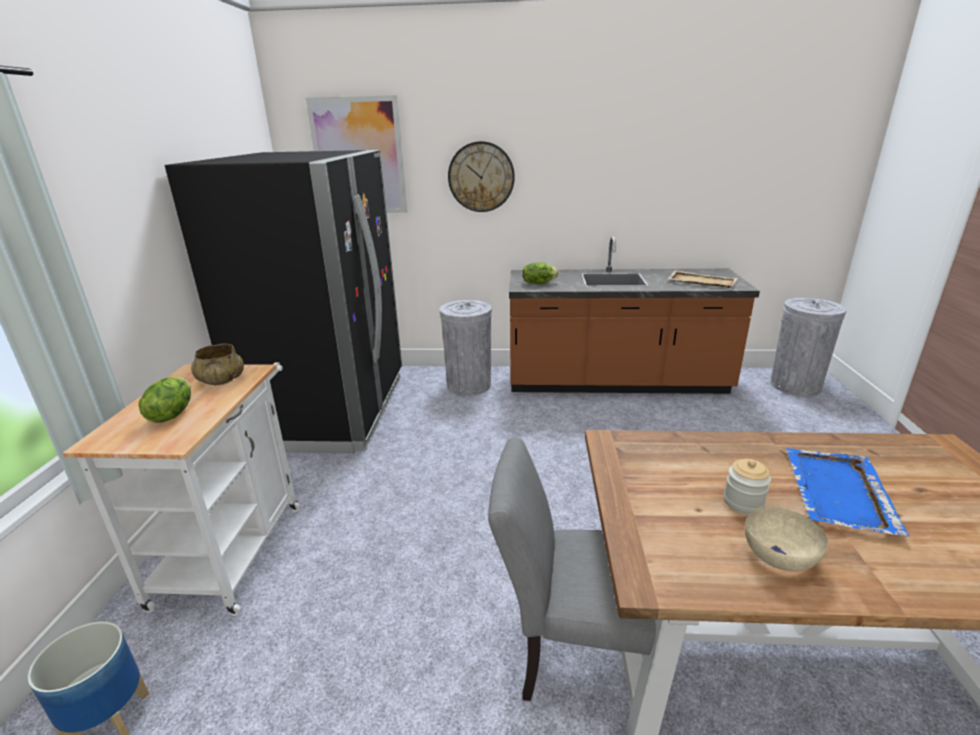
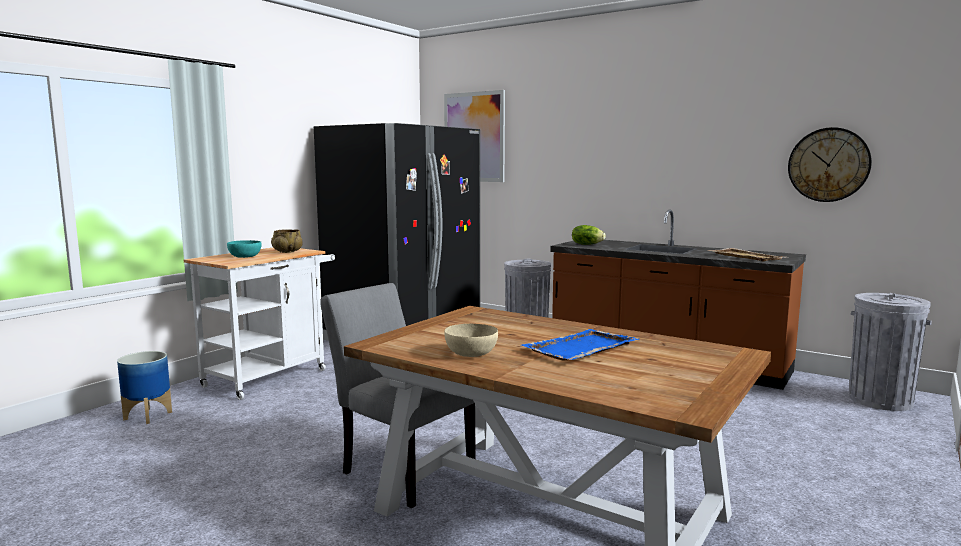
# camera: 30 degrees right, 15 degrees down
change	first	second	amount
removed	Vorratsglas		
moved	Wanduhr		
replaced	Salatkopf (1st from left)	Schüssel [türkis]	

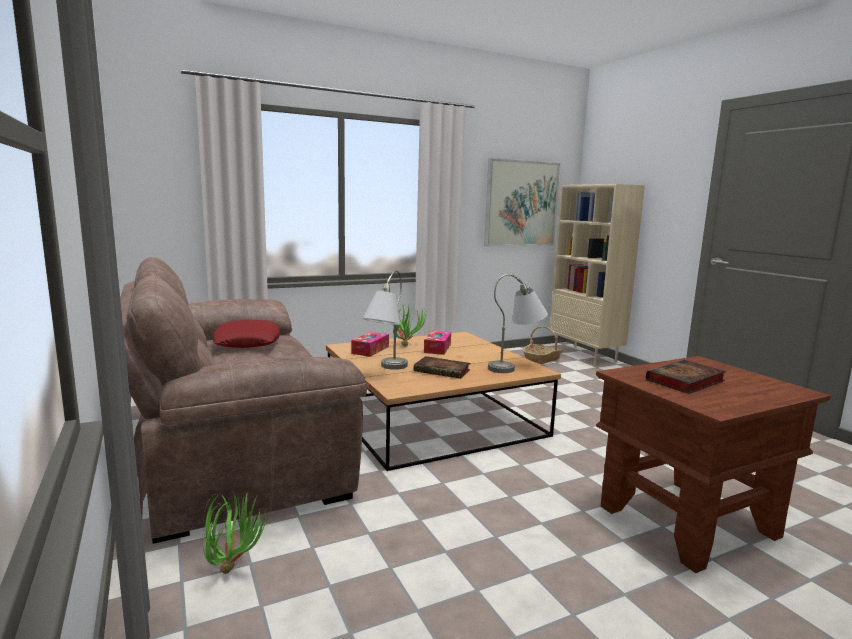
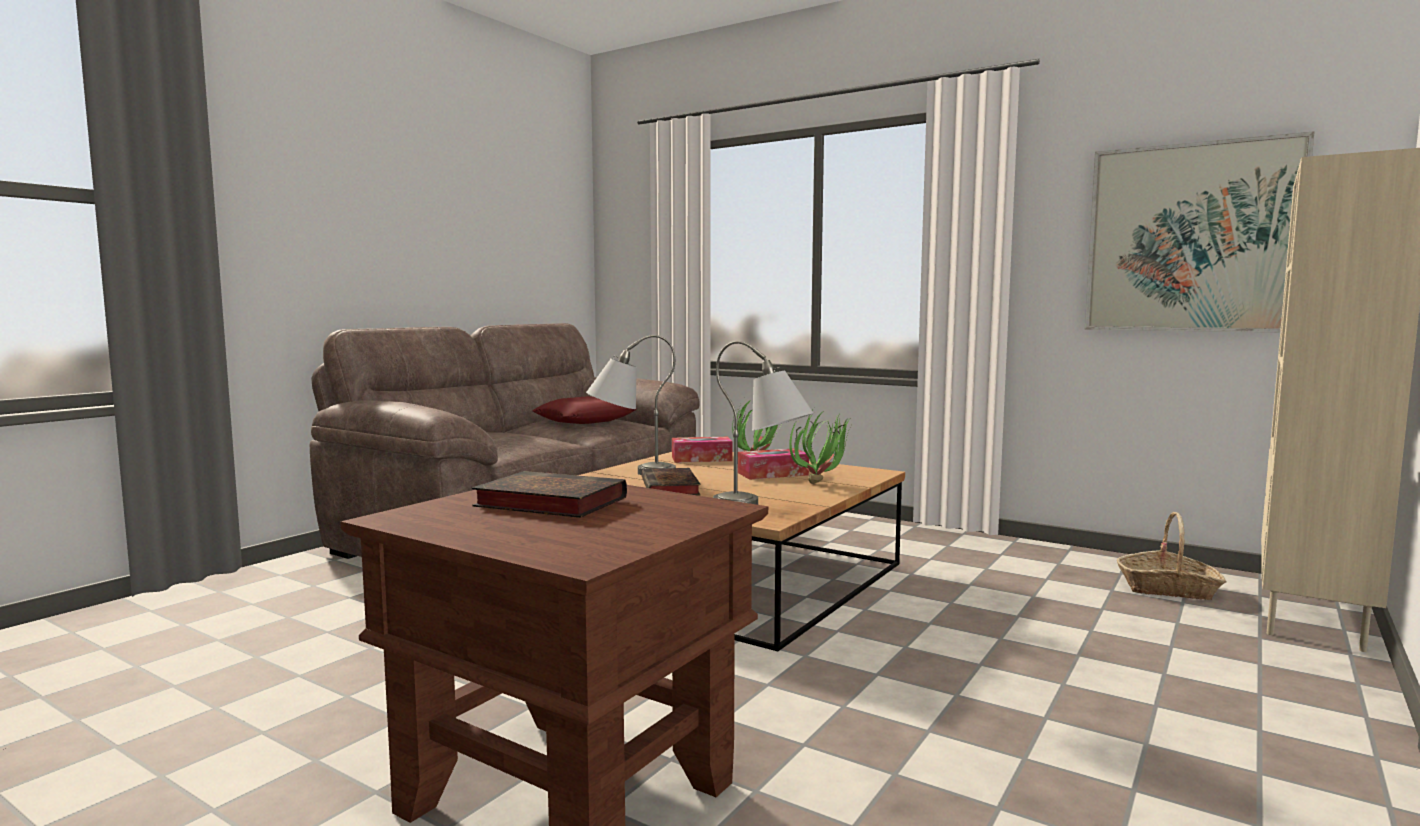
# camera: 60 degrees right, 5 degrees down
change	first	second	amount
moved	Topfpflanze (1st from left in the first image)	Topfpflanze (2nd from left)	

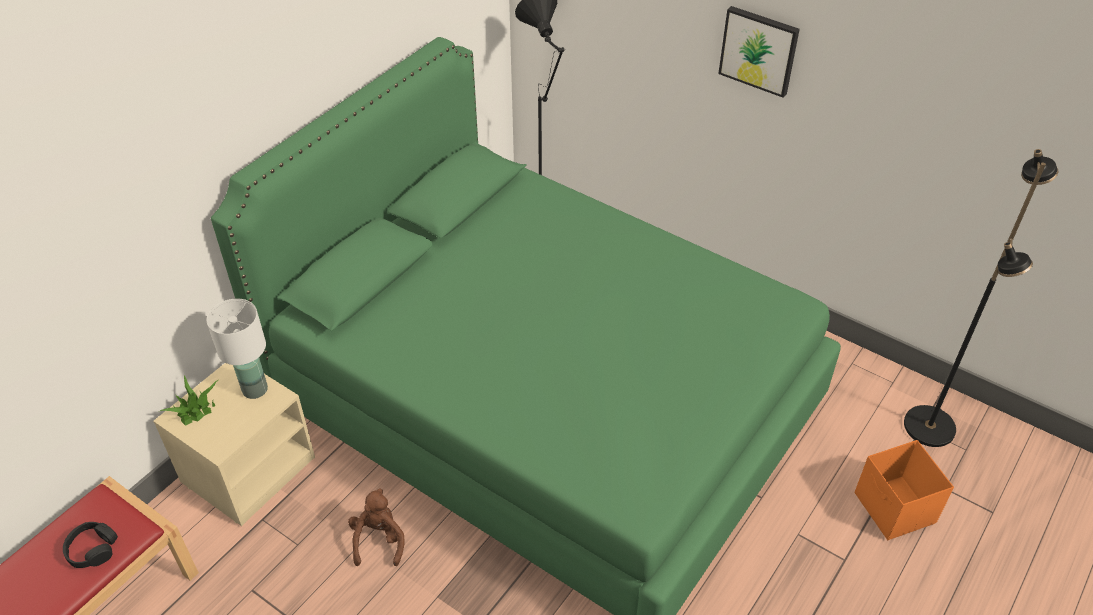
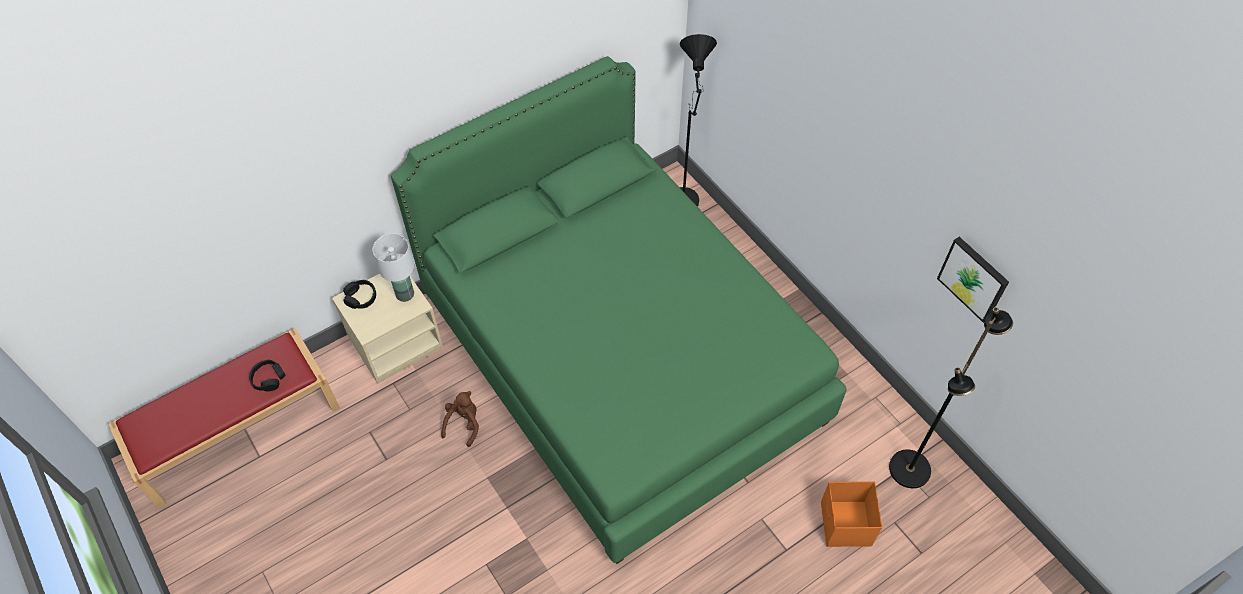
# camera: 20 degrees right, 10 degrees up
change	first	second	amount
moved	Bild		
replaced	Topfpflanze	Kopfhörer [schwarz] (2nd from left)	

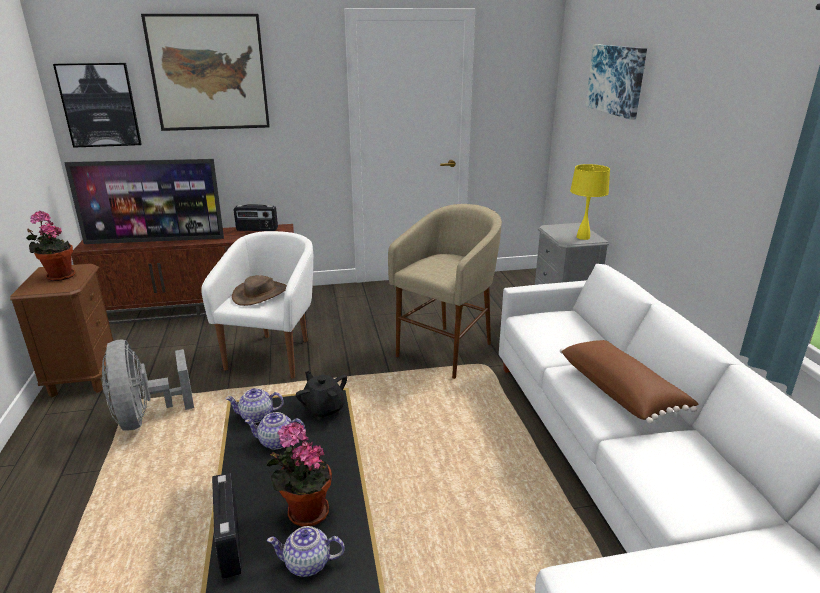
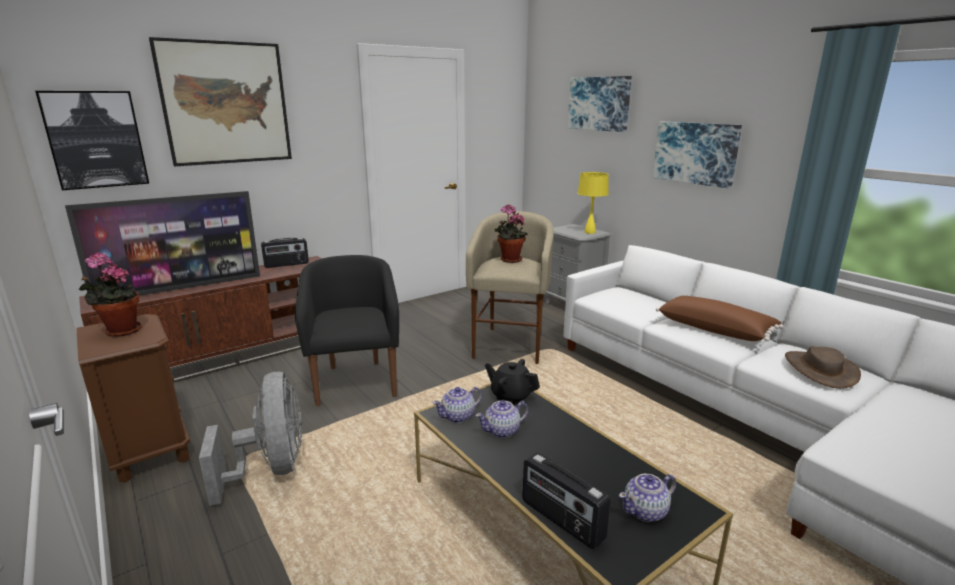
# camera: 25 degrees left, 5 degrees down
change	first	second	amount
added		Bild (4th from left)	
moved	Hut [braun]		
moved	Topfpflanze (2nd from left)		
recoloured	Sessel [weiß]	Sessel [schwarz]	
turned	Ventilator [grau]		150 degrees counterclockwise

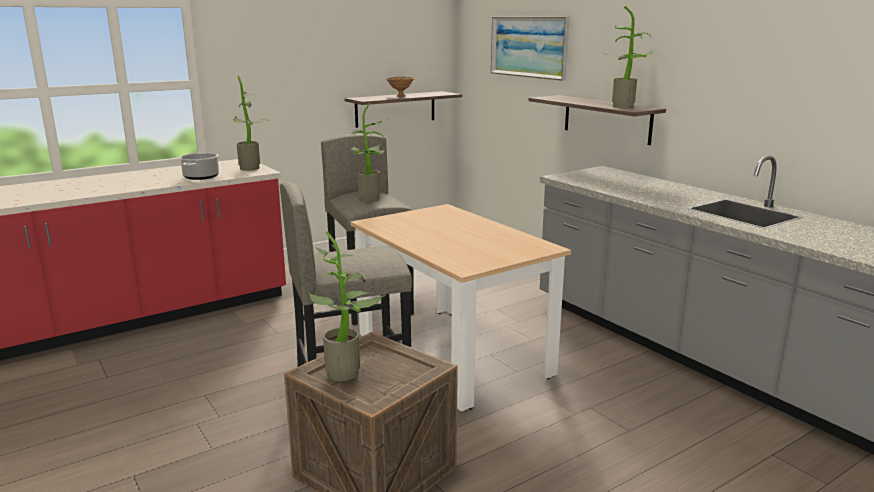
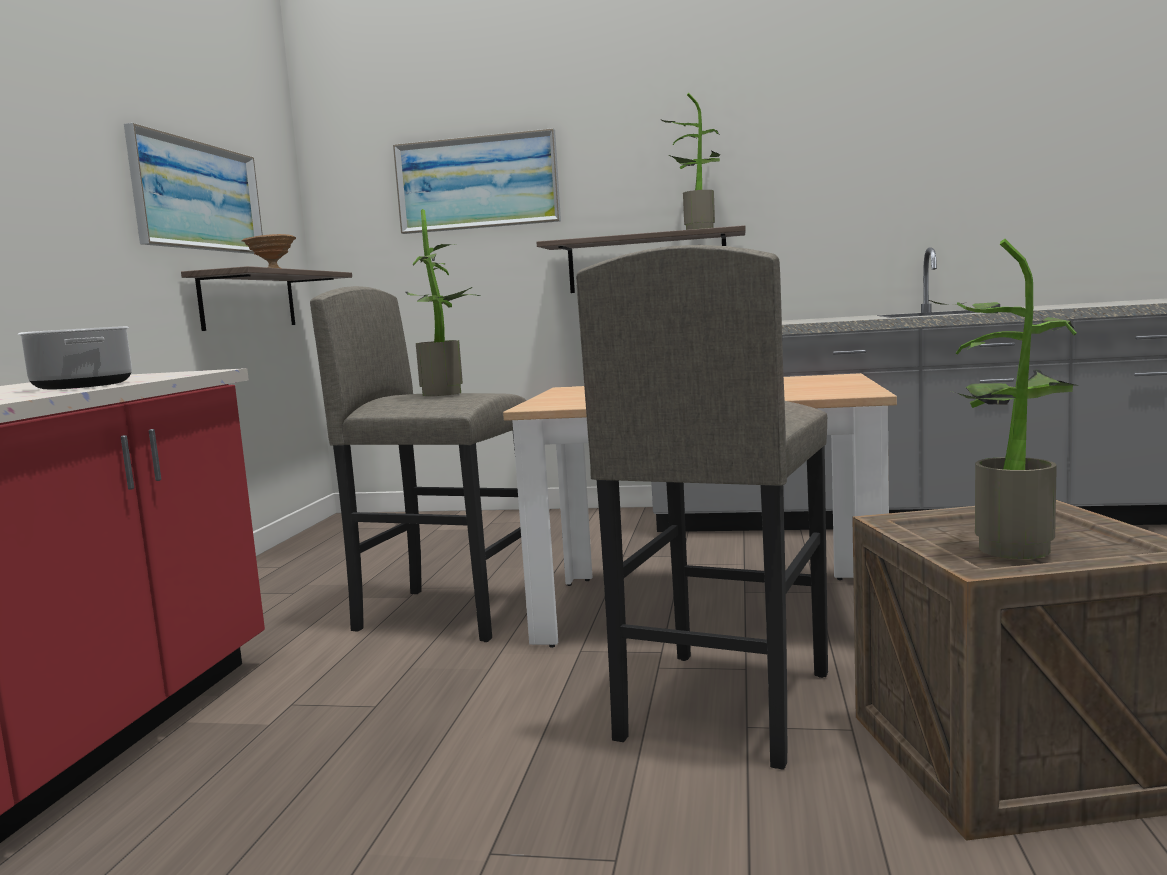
# camera: 45 degrees left, 10 degrees down
change	first	second	amount
removed	Topfpflanze (1st from left)		
added		Bild (1st from left)	

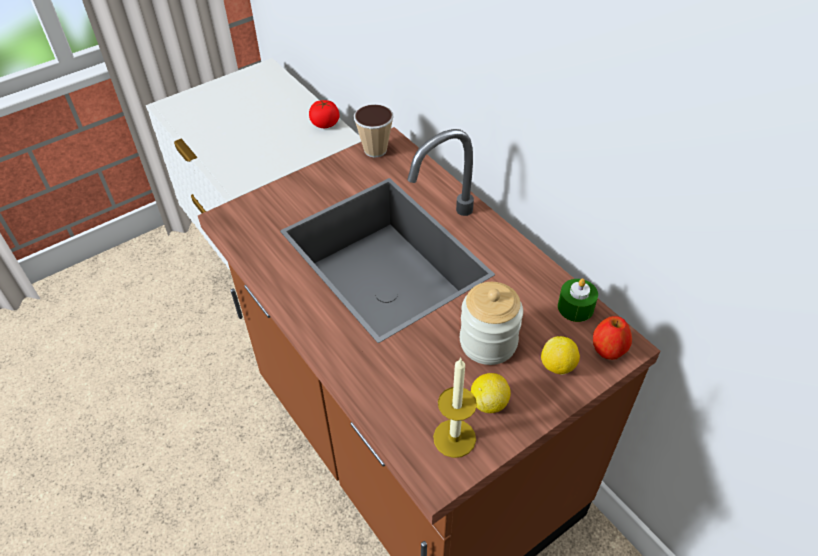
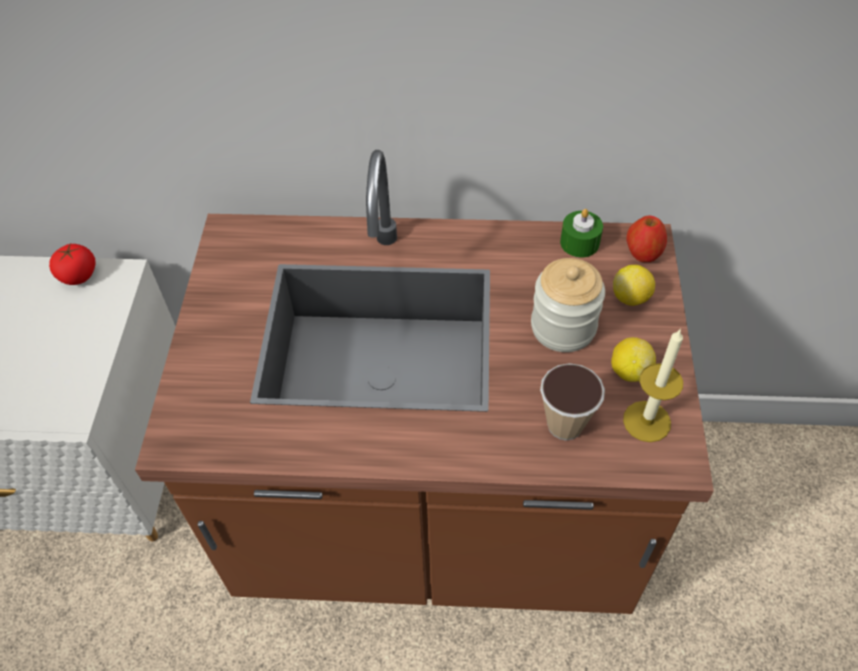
# camera: 50 degrees left, 5 degrees up
change	first	second	amount
moved	Tasse		

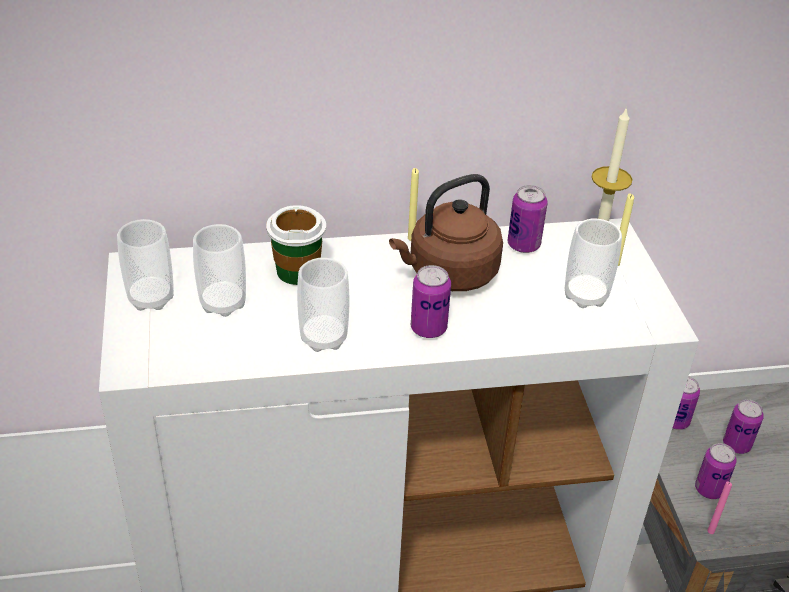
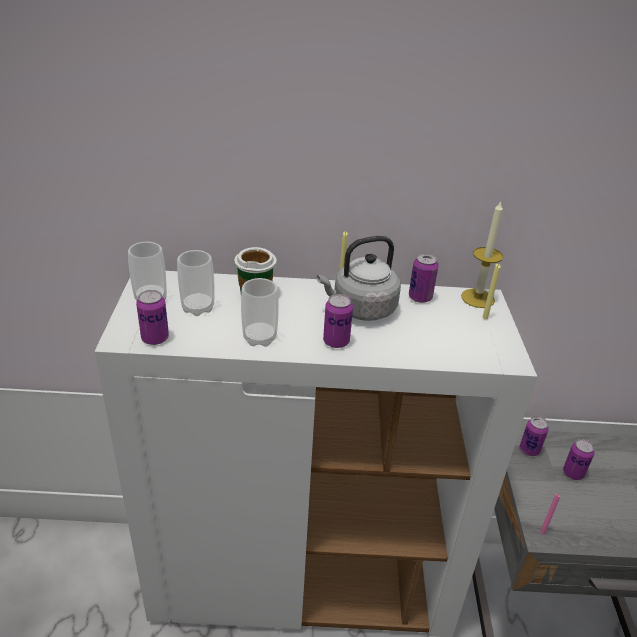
# camera: 10 degrees right, 5 degrees down
change	first	second	amount
removed	Tasse (5th from left)		
moved	Dose (4th from left in the first image)	Dose (1st from left)	
recoloured	Wasserkessel [braun]	Wasserkessel [grau]	

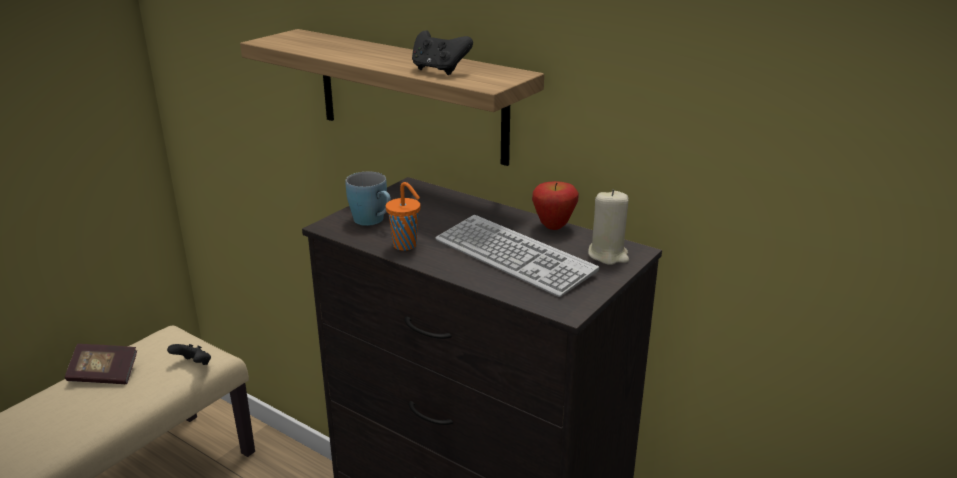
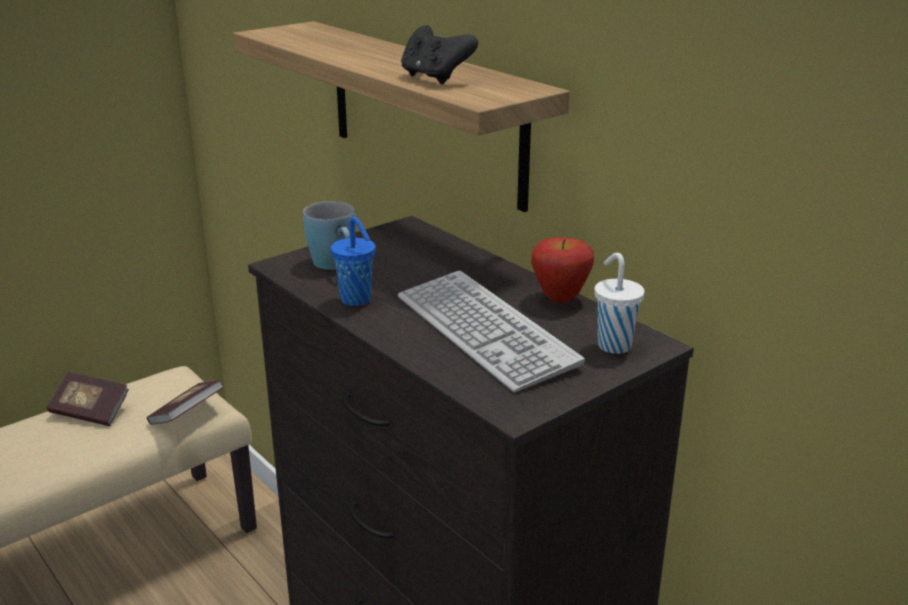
# camera: 15 degrees right, 0 degrees up
change	first	second	amount
replaced	Gamepad [schwarz] (1st from left)	Buch (2nd from left)	
replaced	Kerze [beige]	Tasse [weiß]	
recoloured	Tasse [orange]	Tasse [blau]	

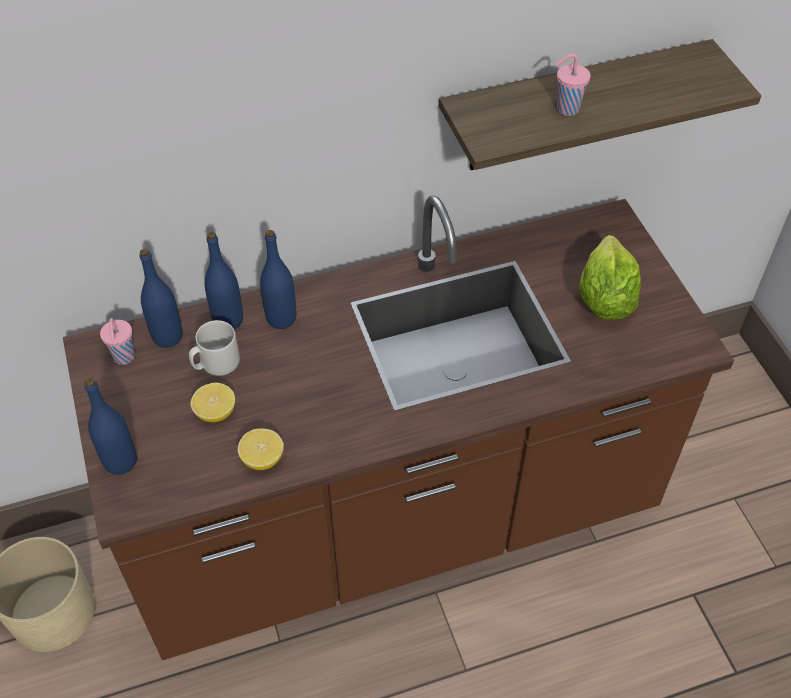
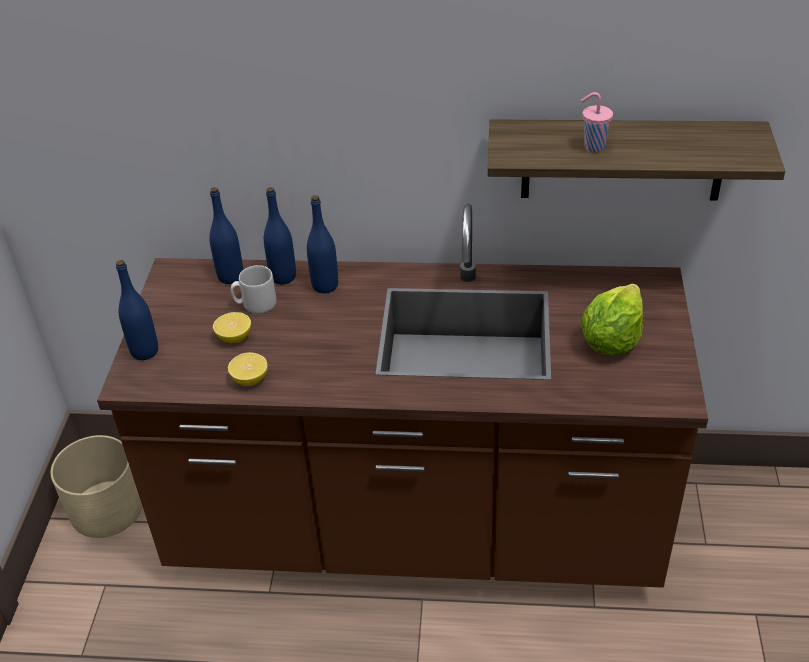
# camera: 25 degrees right, 10 degrees down
change	first	second	amount
removed	Tasse [rosa] (1st from left)		

